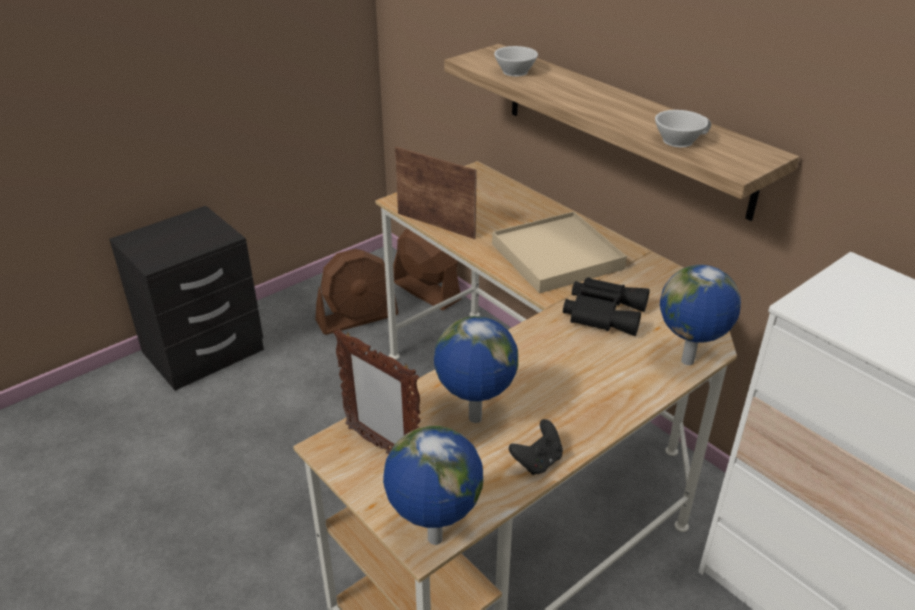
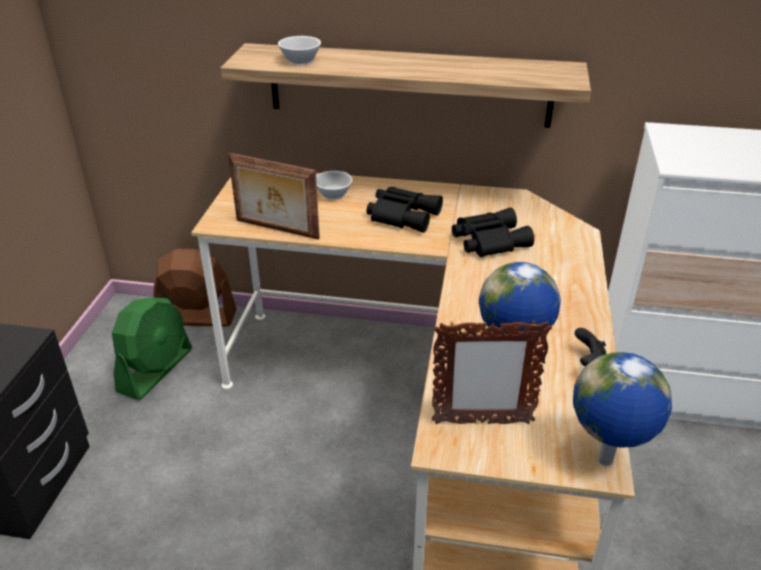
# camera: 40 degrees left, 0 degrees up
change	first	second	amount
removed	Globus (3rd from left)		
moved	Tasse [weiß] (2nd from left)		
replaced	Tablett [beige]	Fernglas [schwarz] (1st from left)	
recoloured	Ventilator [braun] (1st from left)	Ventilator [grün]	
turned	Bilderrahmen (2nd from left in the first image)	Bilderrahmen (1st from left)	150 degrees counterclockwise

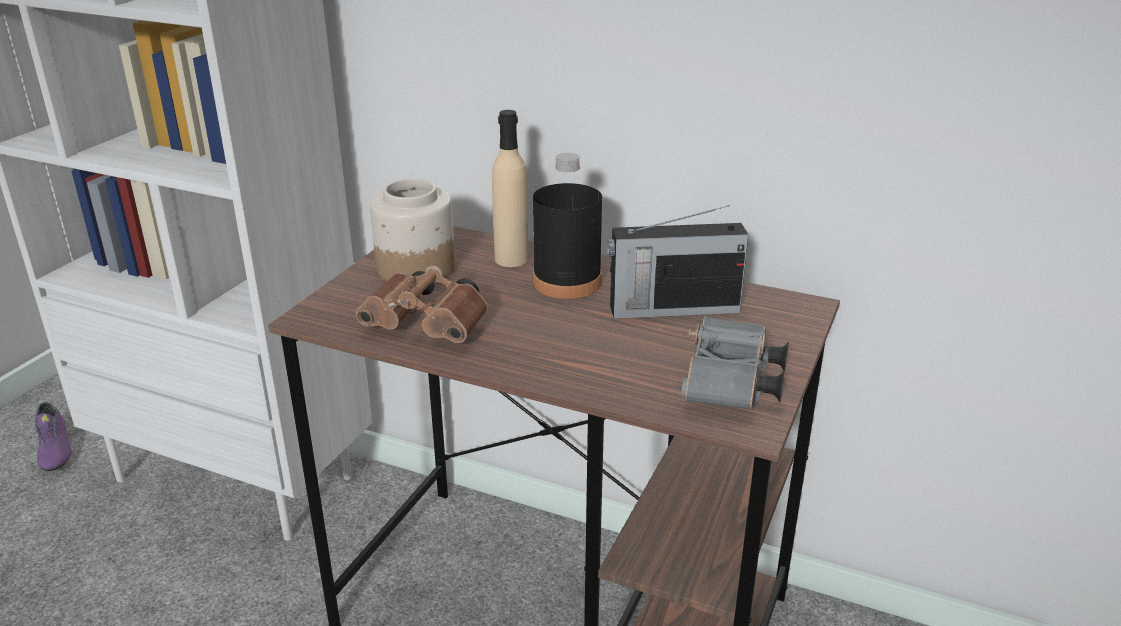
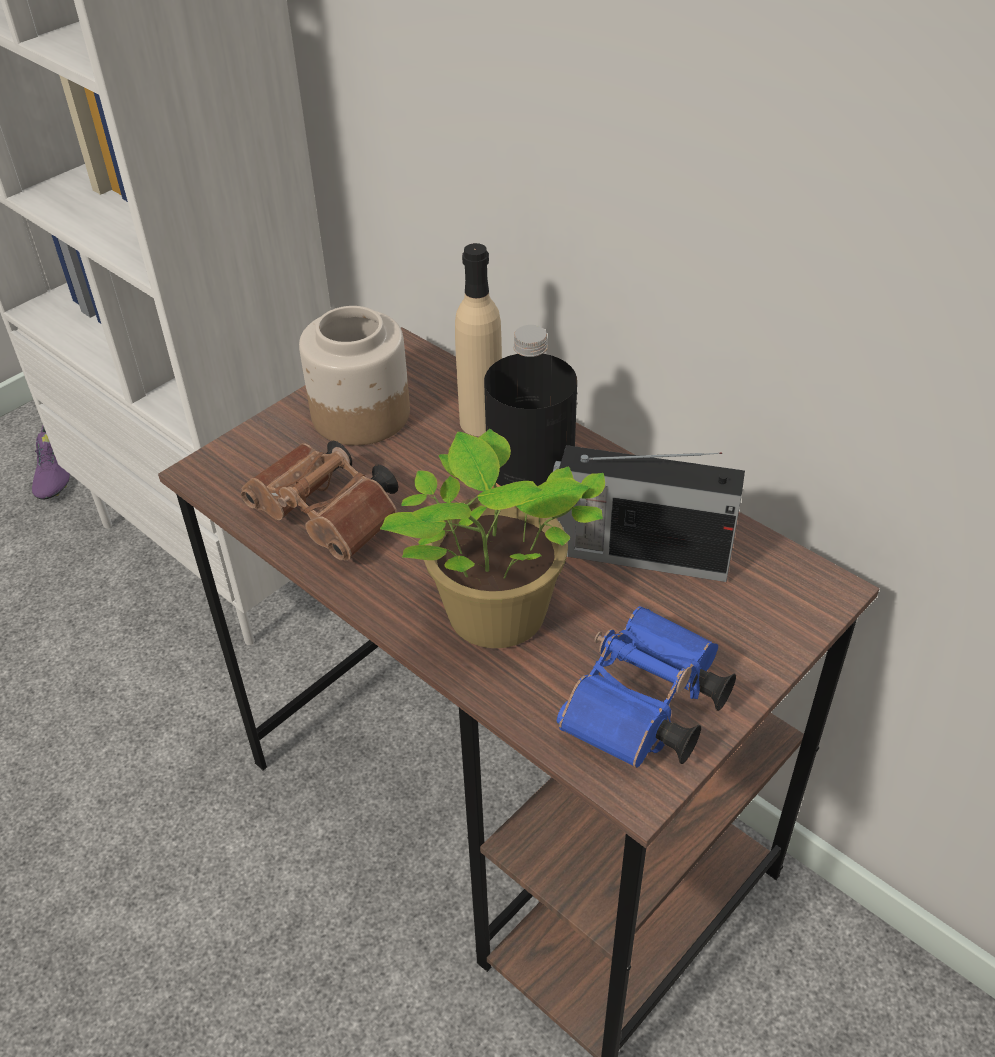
# camera: 20 degrees right, 15 degrees up
change	first	second	amount
added		Topfpflanze	
recoloured	Fernglas [grau]	Fernglas [blau]	

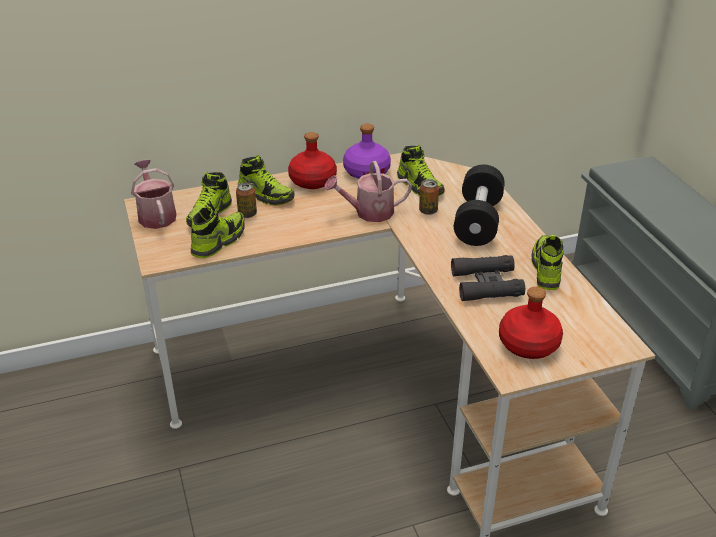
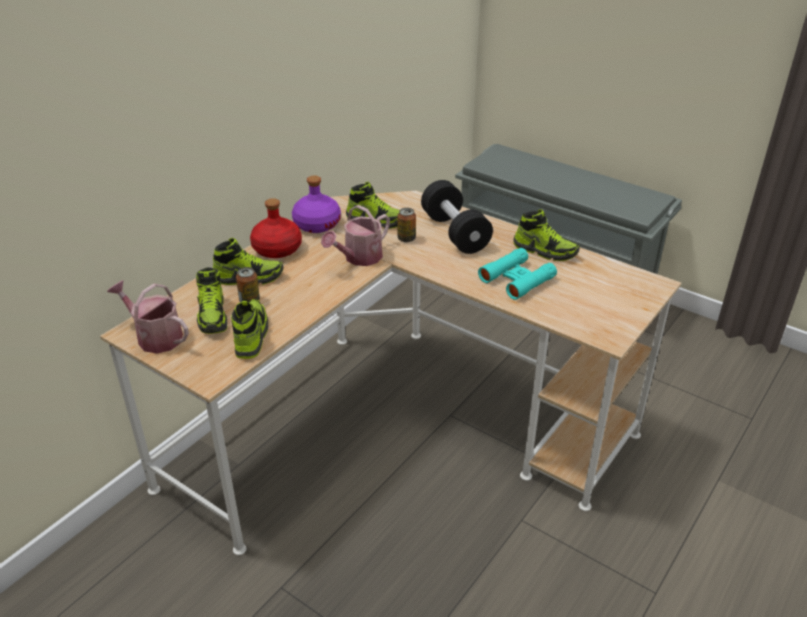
# camera: 35 degrees left, 0 degrees up
change	first	second	amount
removed	Flasche [rot] (2nd from left)		
recoloured	Fernglas [schwarz]	Fernglas [türkis]	
turned	Schuh (5th from left)		150 degrees clockwise

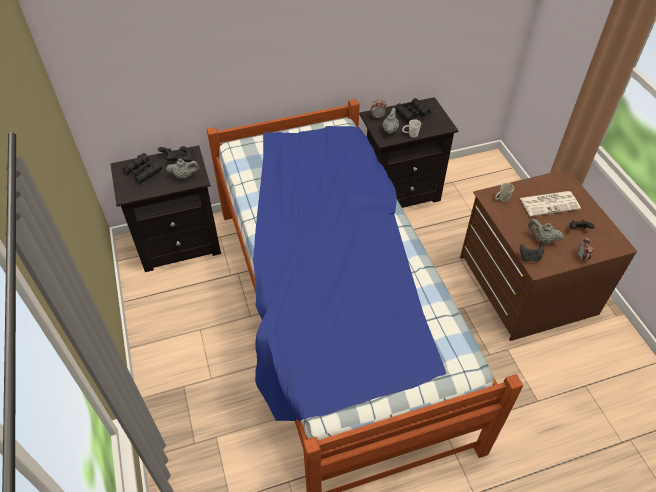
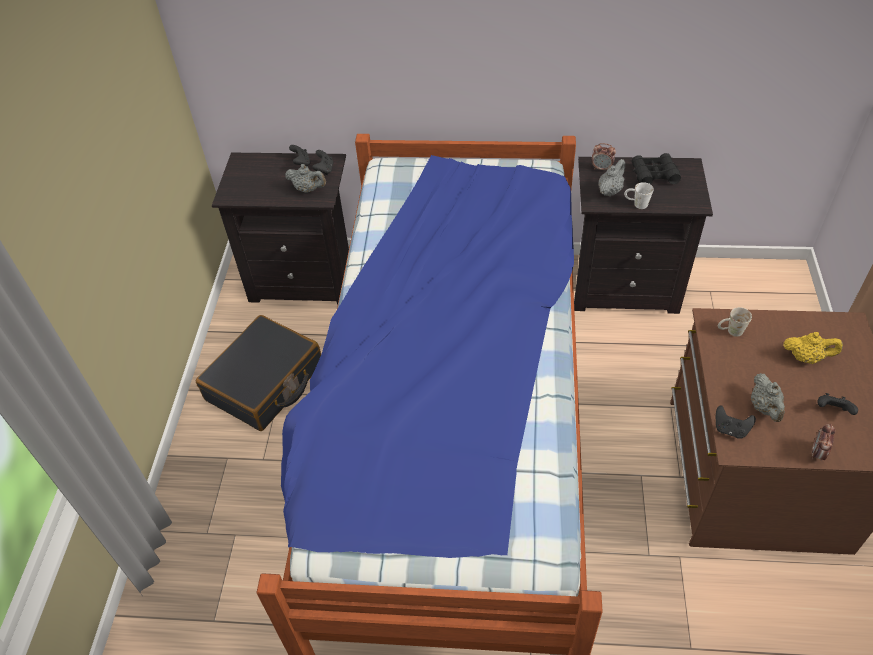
# camera: 25 degrees right, 0 degrees up
change	first	second	amount
removed	Fernglas [schwarz] (1st from left)		
added		Koffer [schwarz]	
replaced	Zeitung	Teekanne [gelb]	
turned	Teekanne [grau] (3rd from left)		150 degrees counterclockwise

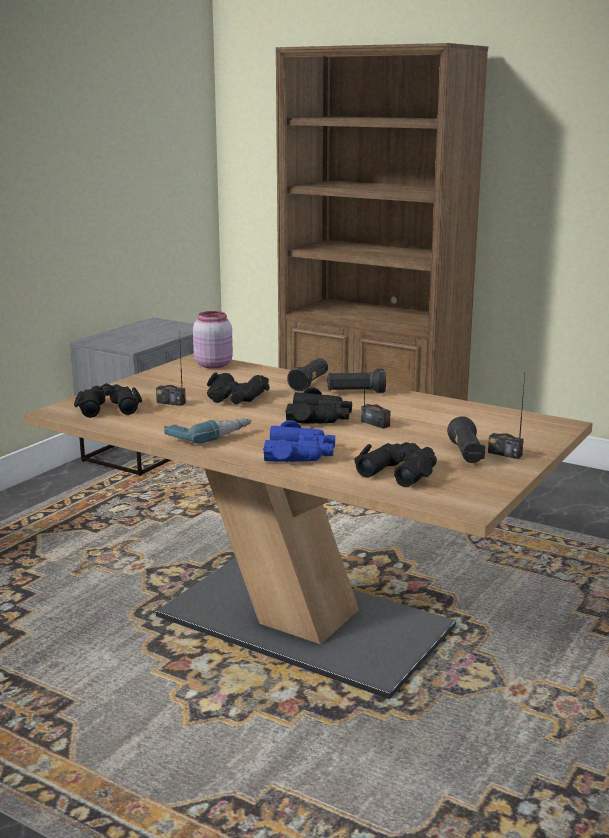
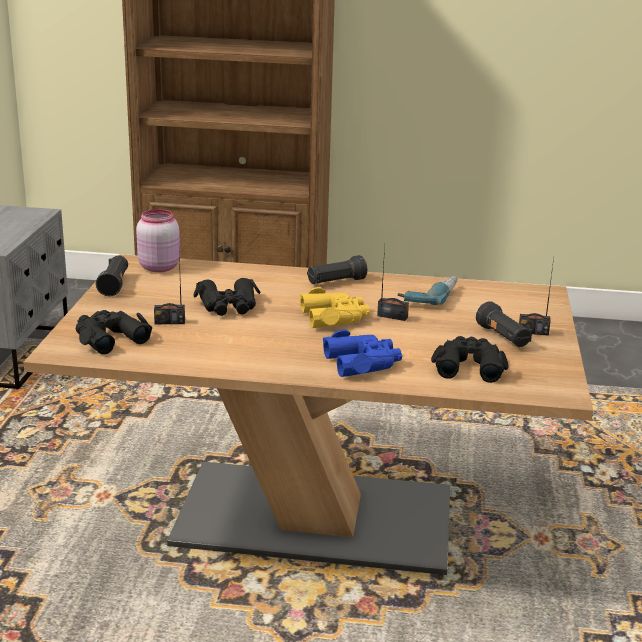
# camera: 25 degrees left, 5 degrees up
change	first	second	amount
moved	Bohrmaschine		
moved	Taschenlampe [schwarz] (1st from left)		
recoloured	Fernglas [schwarz] (3rd from left)	Fernglas [gelb]	

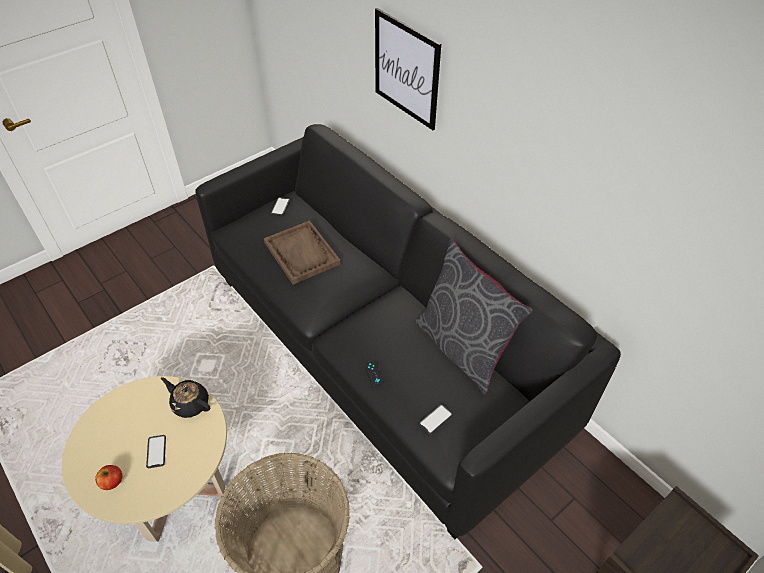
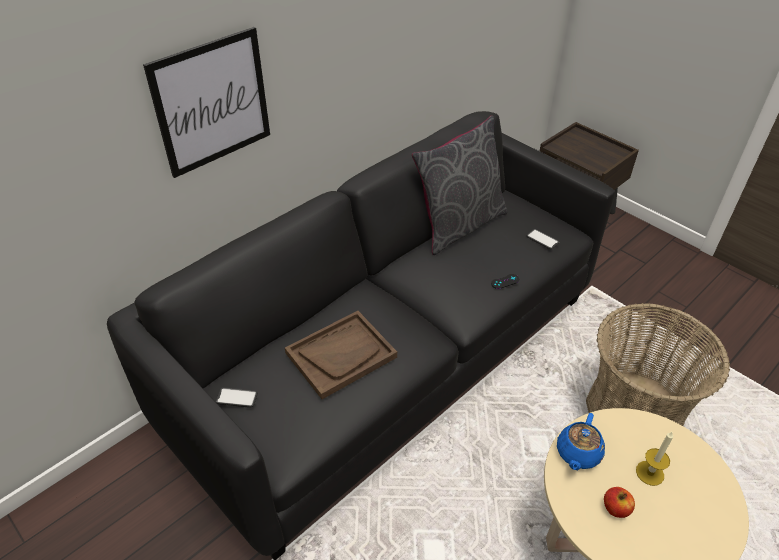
# camera: 95 degrees left, 5 degrees down
change	first	second	amount
moved	Apfel		
replaced	Handy (1st from left)	Kerze	
recoloured	Teekanne [schwarz]	Teekanne [blau]	

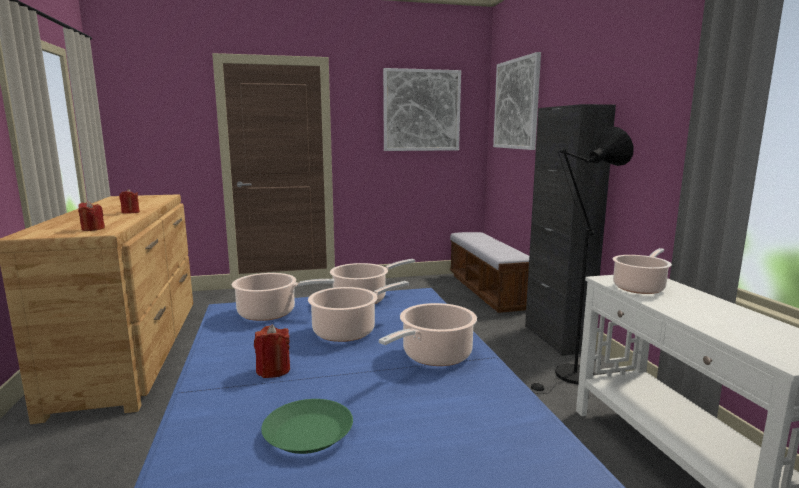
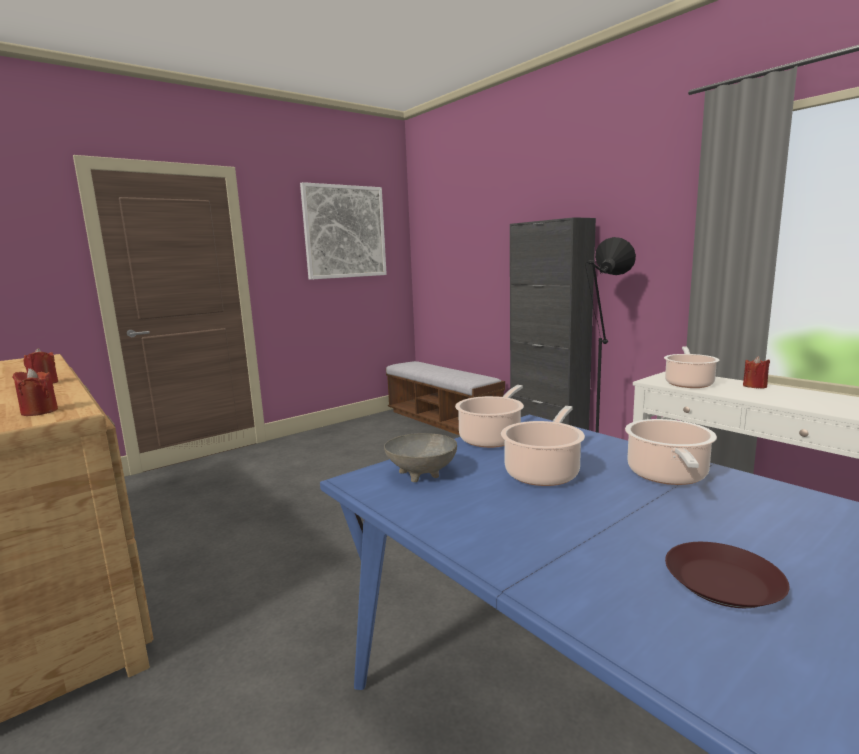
# camera: 25 degrees left, 0 degrees up
change	first	second	amount
removed	Bild (2nd from left)		
moved	Kerze [rot] (3rd from left)		
replaced	Kochtopf (1st from left)	Schüssel [grau]	
recoloured	Teller [grün]	Teller [braun]	

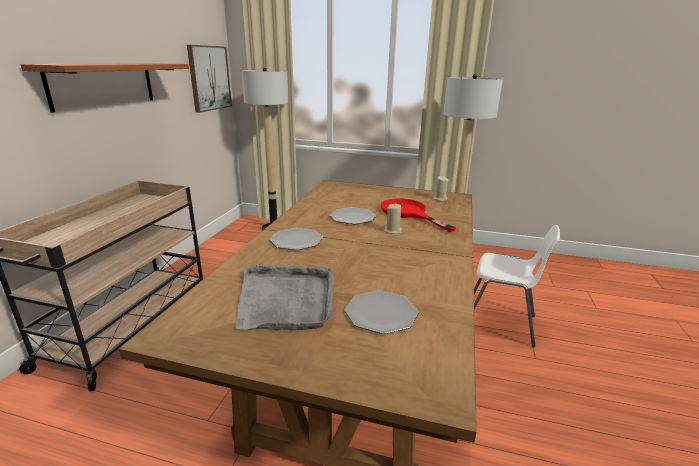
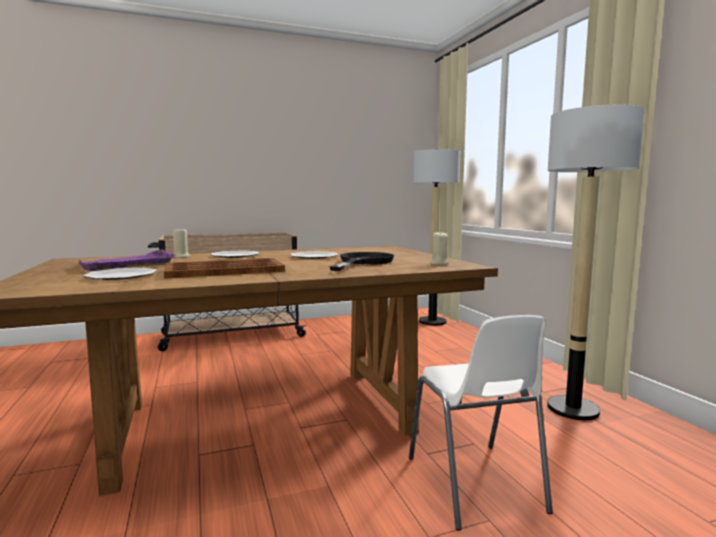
# camera: 55 degrees right, 15 degrees down
change	first	second	amount
removed	Wandregal		
removed	Bild		
added		Tablett [braun]	
moved	Kerze [beige] (1st from left)		
recoloured	Tablett [grau]	Tablett [lila]	
recoloured	Pfanne [rot]	Pfanne [schwarz]	

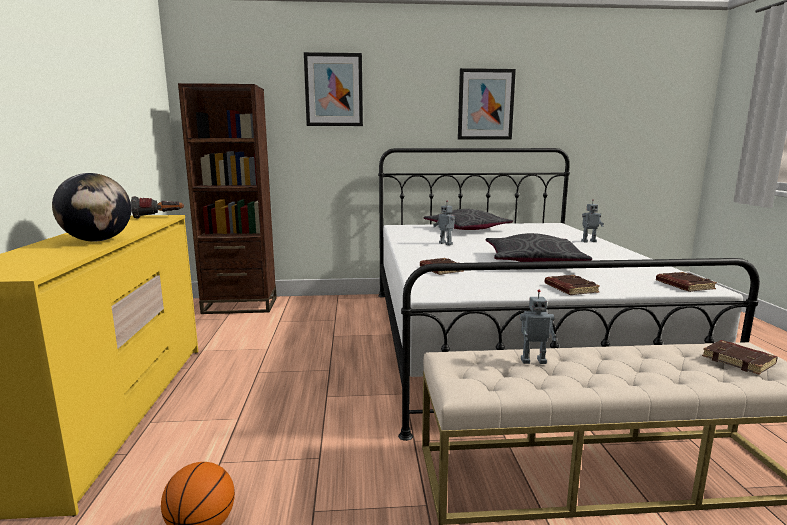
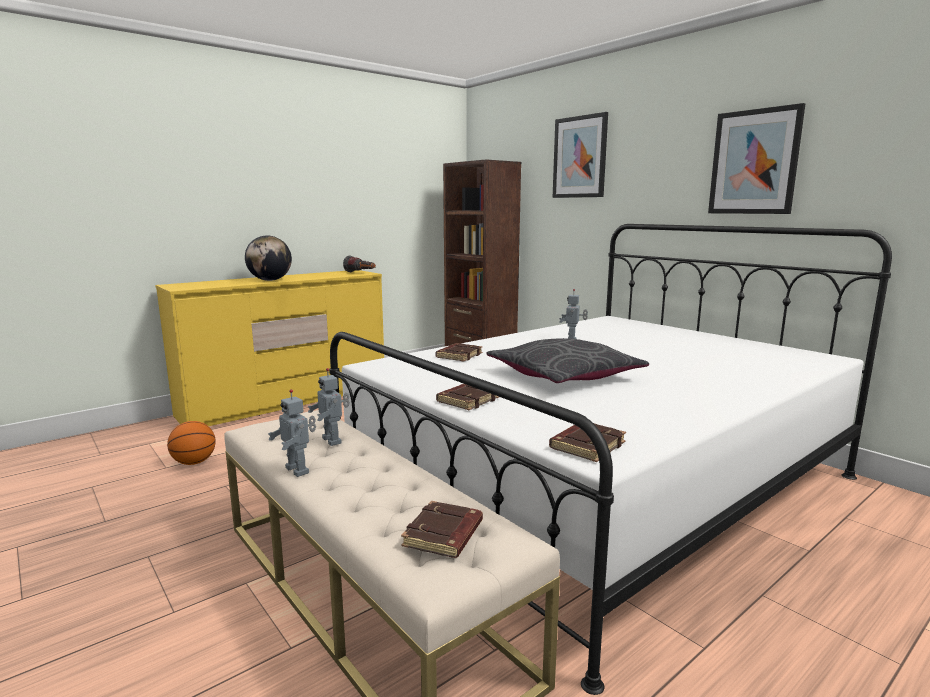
# camera: 55 degrees right, 0 degrees up
change	first	second	amount
removed	Kissen [grau] (1st from left)		
moved	Spielzeugroboter (3rd from left in the first image)	Spielzeugroboter (1st from left)	

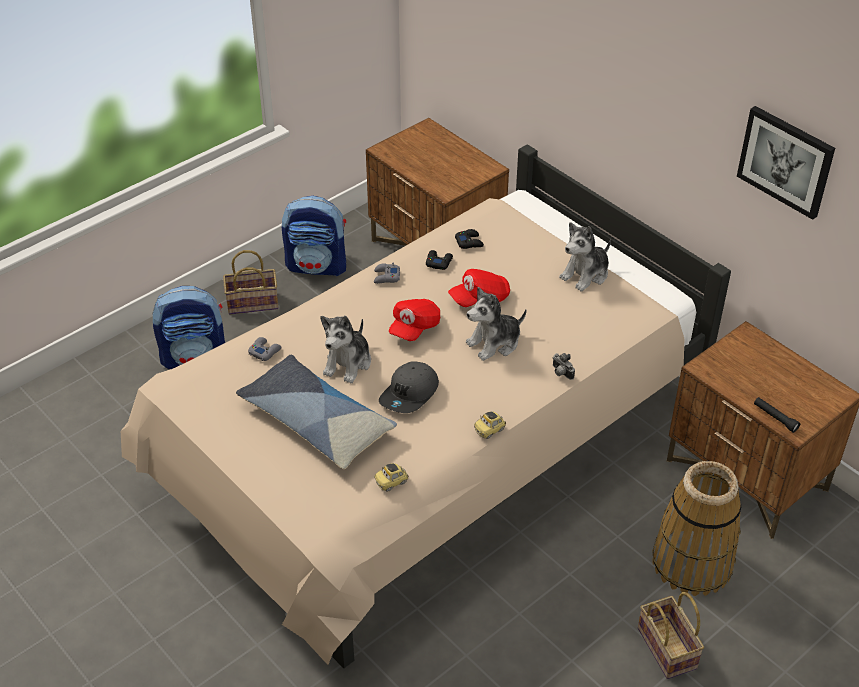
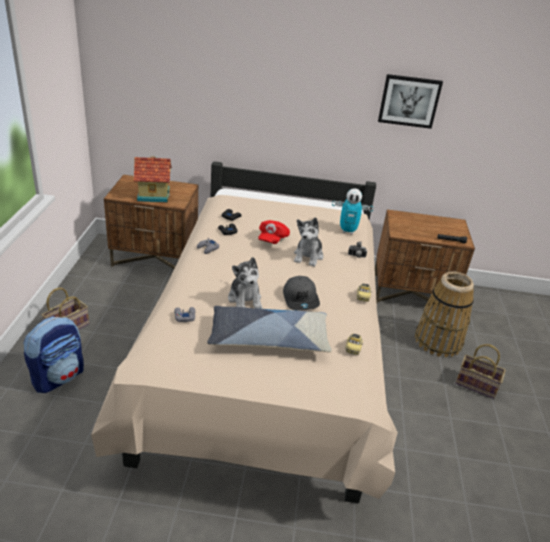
# camera: 45 degrees left, 10 degrees down
change	first	second	amount
removed	Rucksack (2nd from left)		
removed	Kappe [rot] (1st from left)		
removed	Plüschtier (3rd from left)		
added		Spielzeughaus	
added		Spielzeugroboter	

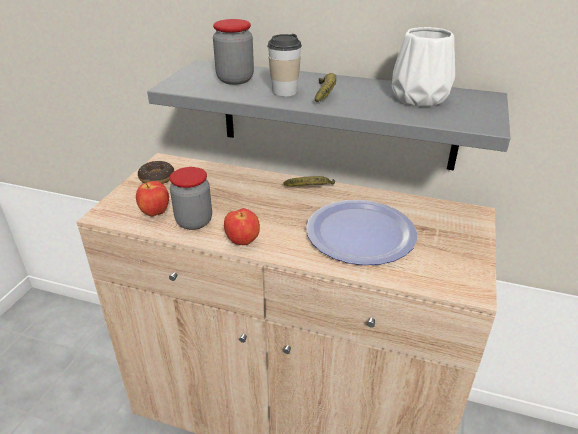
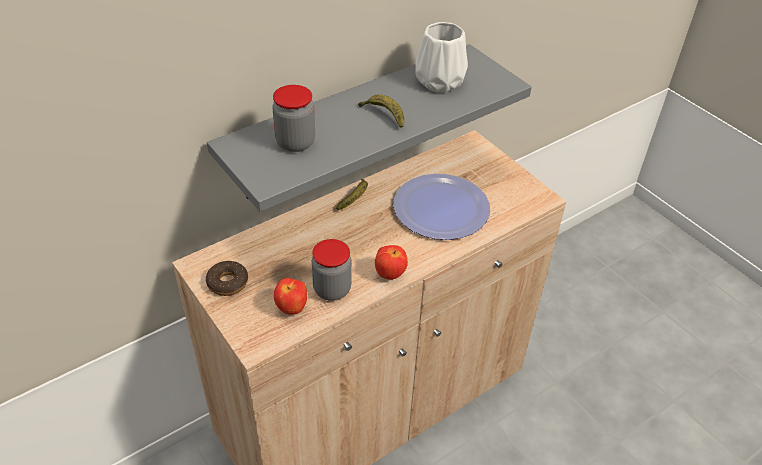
# camera: 55 degrees left, 10 degrees up
change	first	second	amount
removed	Tasse		

